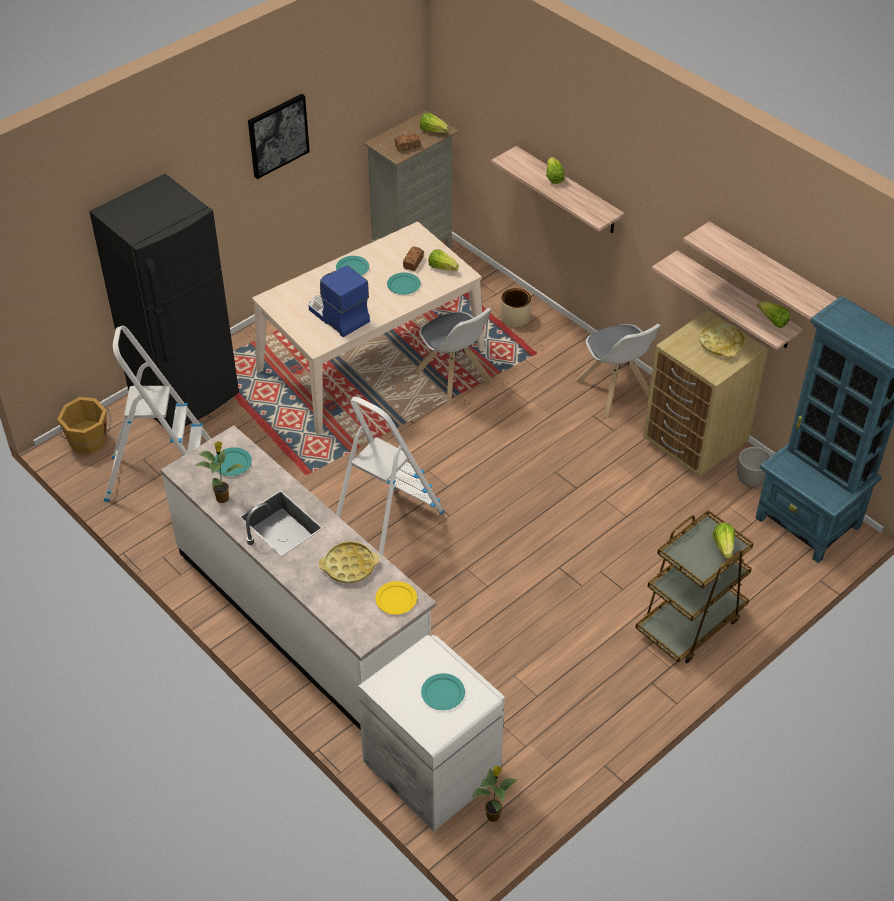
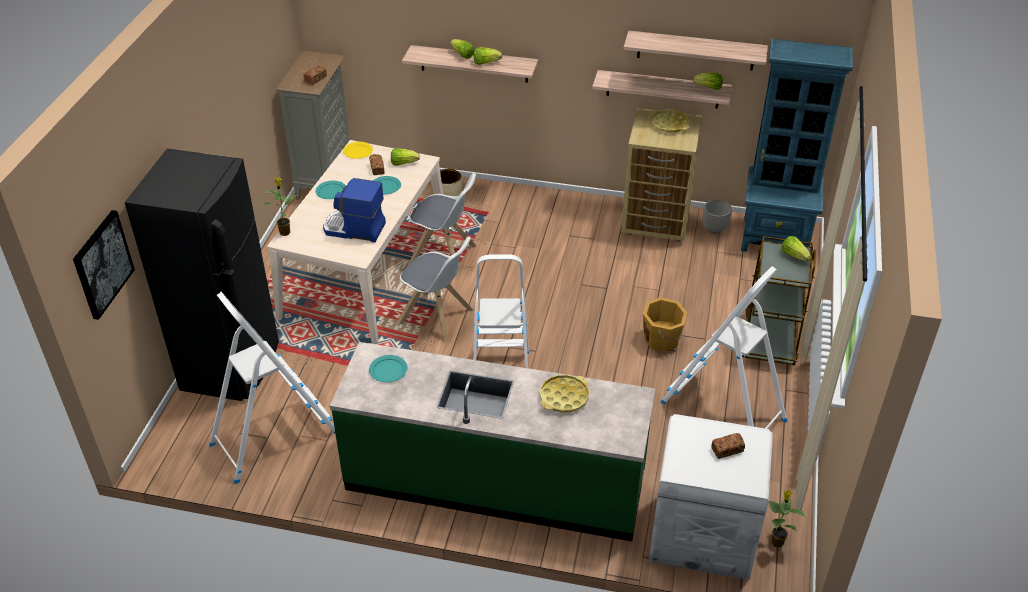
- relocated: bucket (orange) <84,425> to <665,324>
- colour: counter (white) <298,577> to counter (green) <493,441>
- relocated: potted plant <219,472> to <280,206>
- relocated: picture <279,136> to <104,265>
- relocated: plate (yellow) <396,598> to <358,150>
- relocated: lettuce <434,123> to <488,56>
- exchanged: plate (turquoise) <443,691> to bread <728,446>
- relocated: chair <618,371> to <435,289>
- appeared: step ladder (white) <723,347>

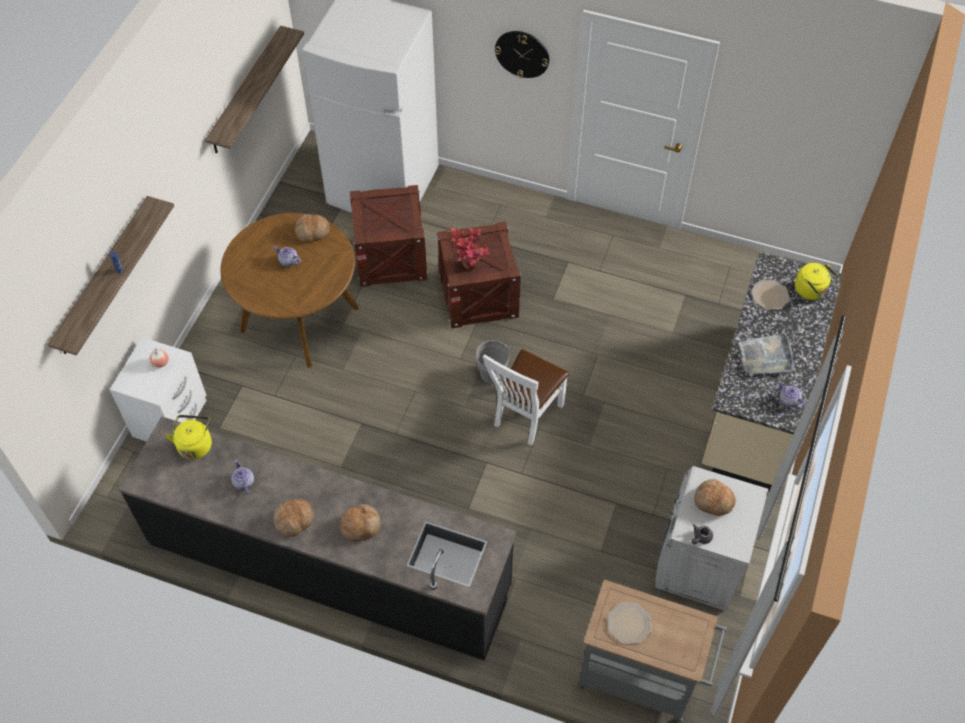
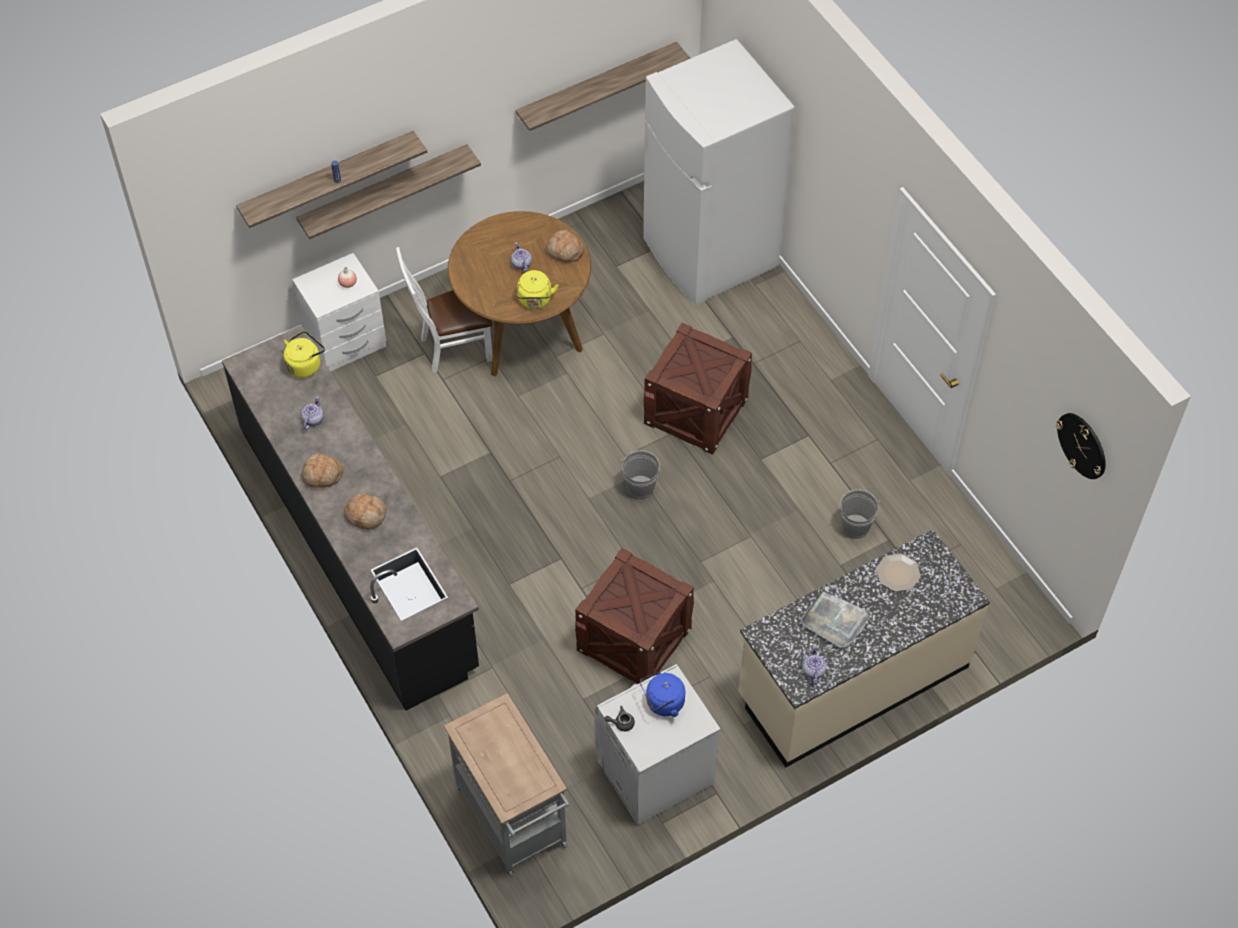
- relocated: crate <388,236> to <634,616>
- missing: potted plant <470,249>
- relocated: chair (white) <526,397> to <444,310>
- relocated: wall clock <522,54> to <1081,446>
- missing: plate <629,623>
- exchanged: bread <715,497> to kettle (blue) <662,694>
- relocated: kettle (yellow) <817,281> to <538,289>
- appeared: shelf <388,191>
- appeared: bucket (grey) <859,514>

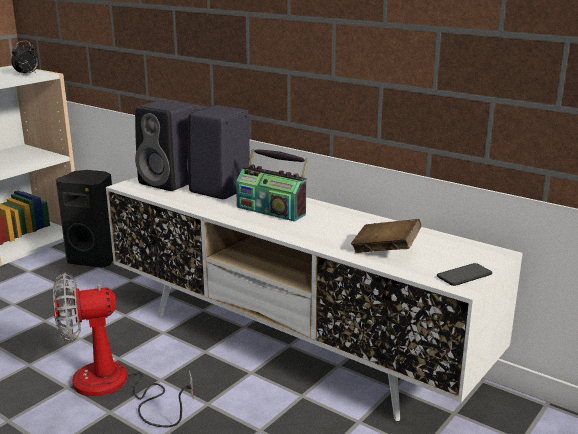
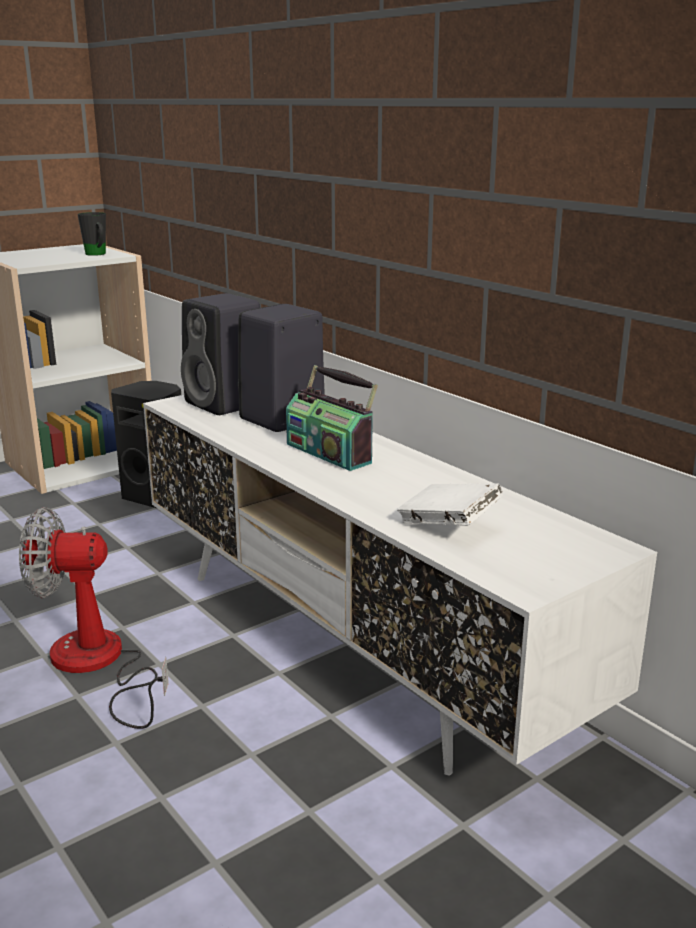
- exchanged: alarm clock <25,58> to mug (black) <91,234>
- colour: book (brown) <386,236> to book (white) <450,504>
- missing: phone <464,274>

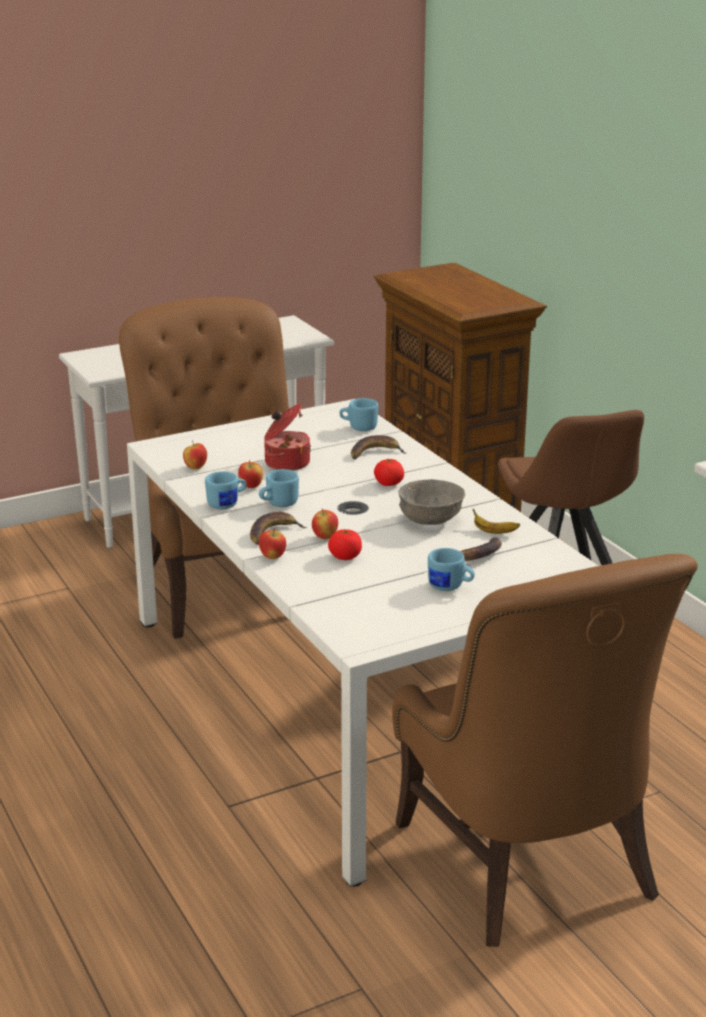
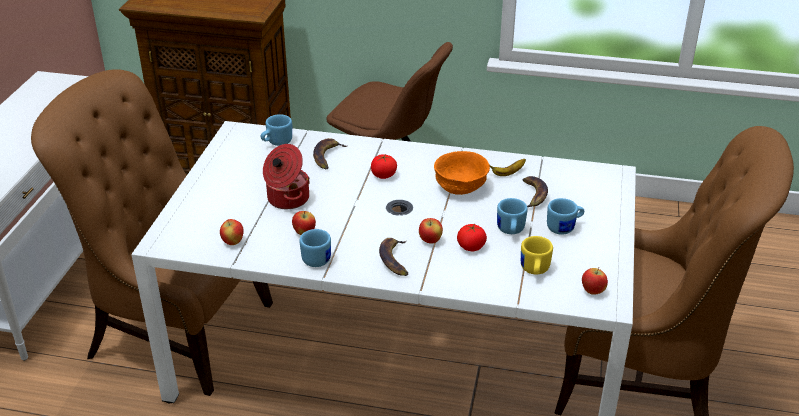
- relocated: mug (blue) <279,488> to <512,216>
- relocated: apple <272,543> to <595,281>
- colour: bowl (grey) <432,502> to bowl (orange) <462,173>
- appeared: mug (yellow) <537,255>

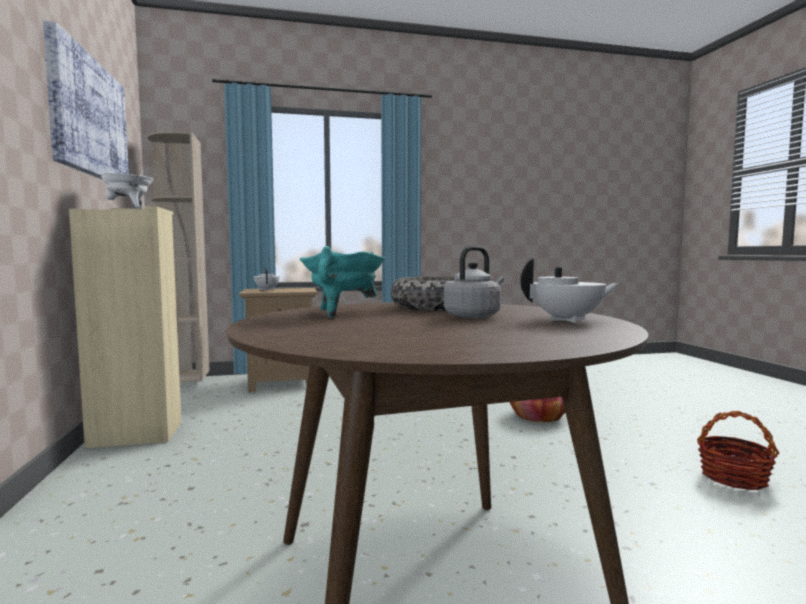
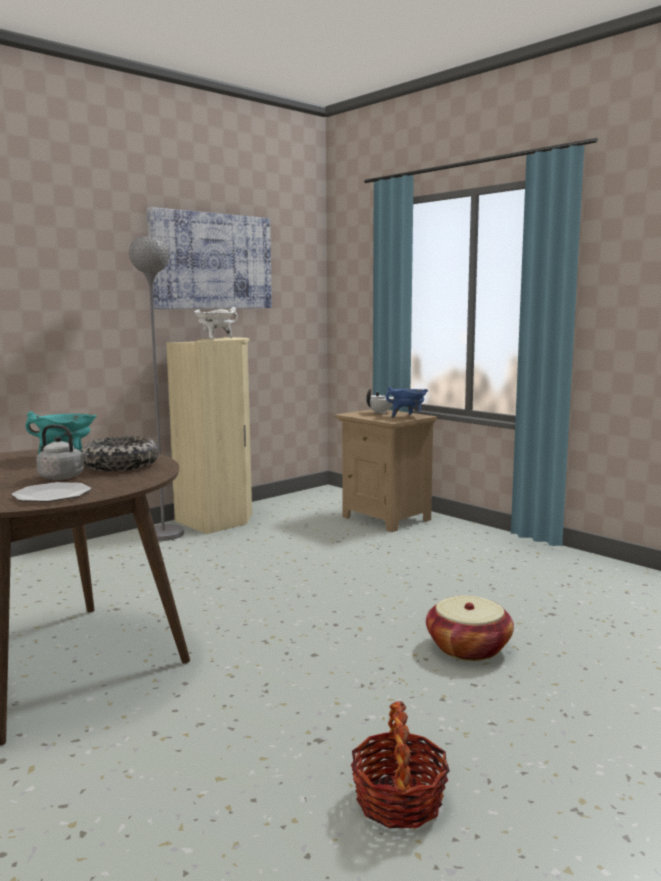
- missing: bookcase (beige) <179,259>
- exchanged: teapot (white) <570,290> to plate <51,492>
- appeared: floor lamp (grey) <156,388>
- appeared: cooking pot (blue) <407,402>

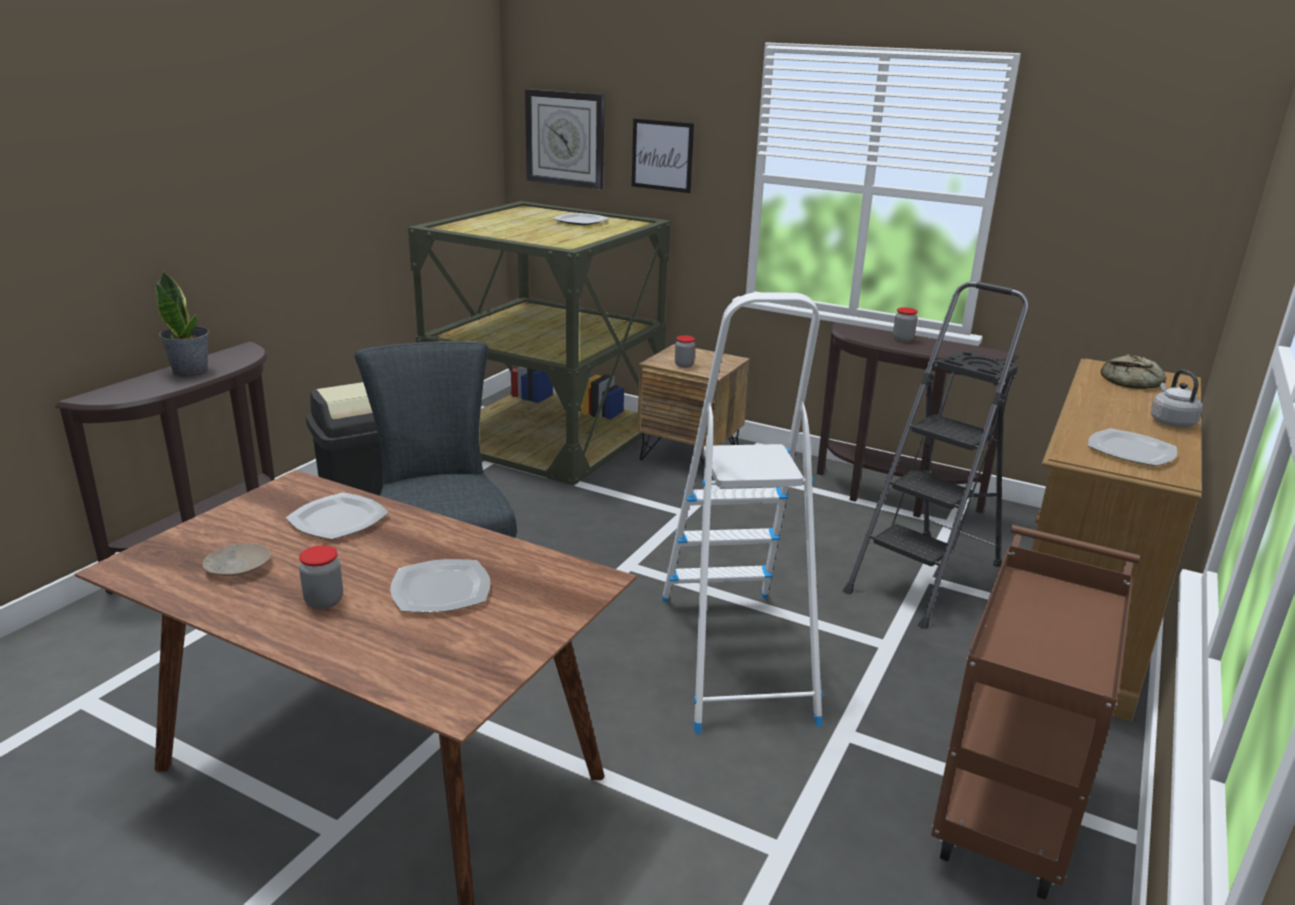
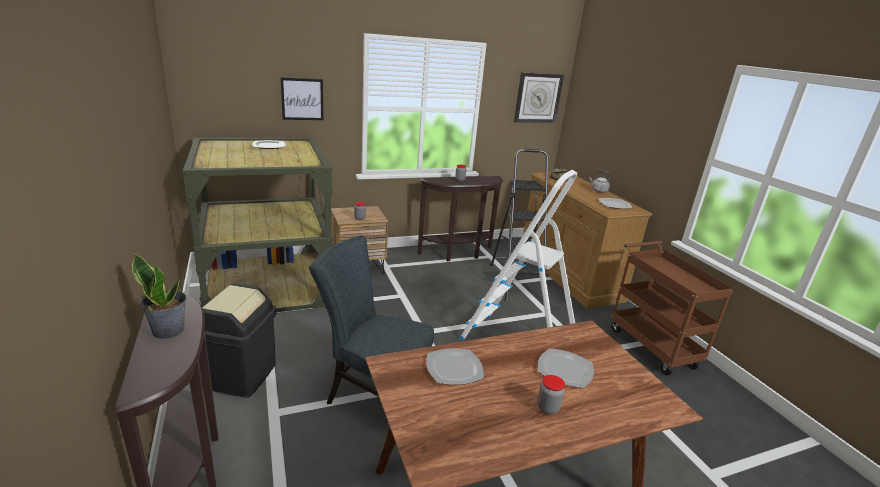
- missing: plate (beige) <236,559>
- relocated: wall clock <565,139> to <539,97>

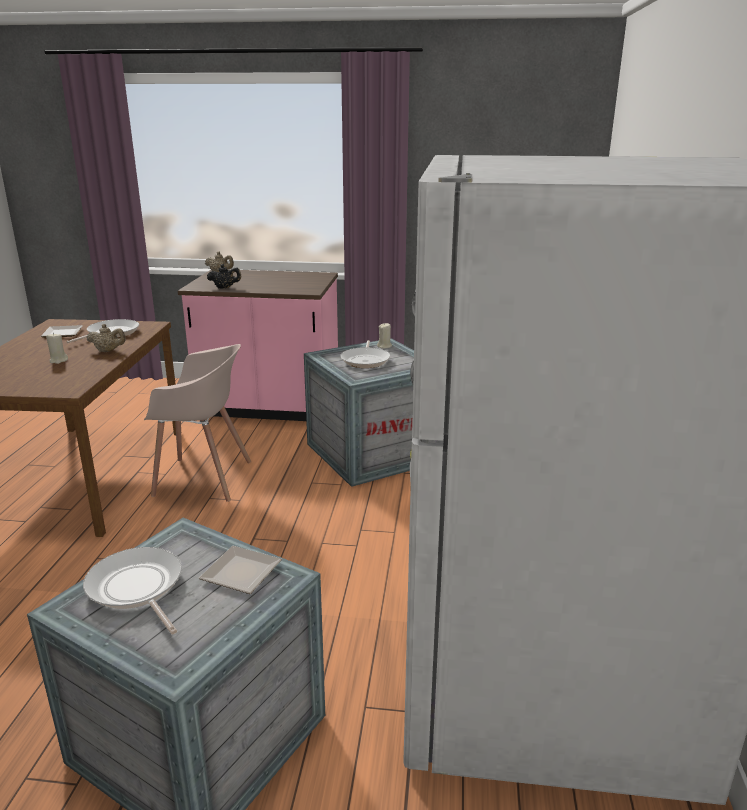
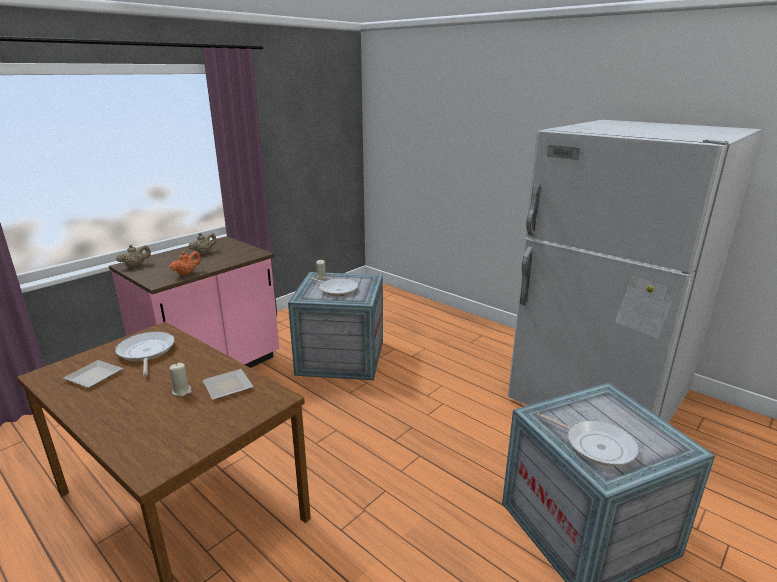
- spun: frying pan <132,591> = <588,439> 135 degrees counterclockwise
- relocated: teapot (beige) <106,338> to <202,243>
- missing: chair (beige) <197,423>
- relocated: plate <240,570> to <228,384>
- colour: teapot (black) <224,276> to teapot (orange) <185,263>

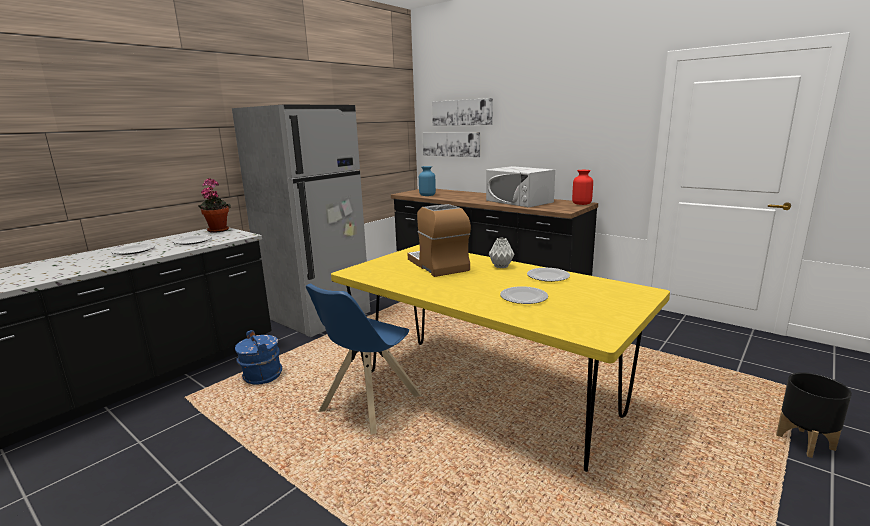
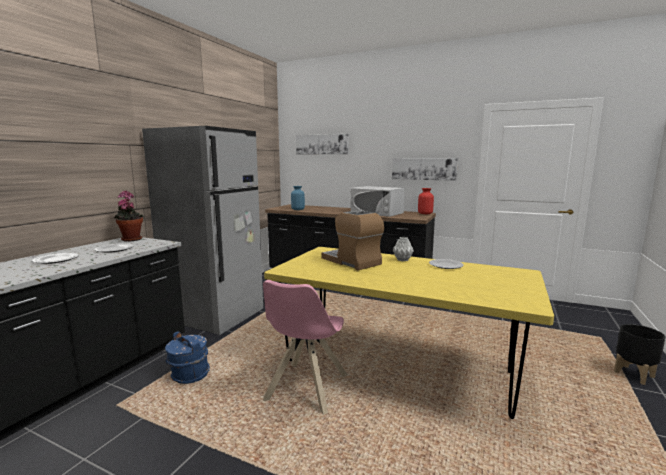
- colour: chair (blue) <363,359> to chair (pink) <305,347>
- relocated: picture <451,144> to <425,169>
- missing: plate <524,295>

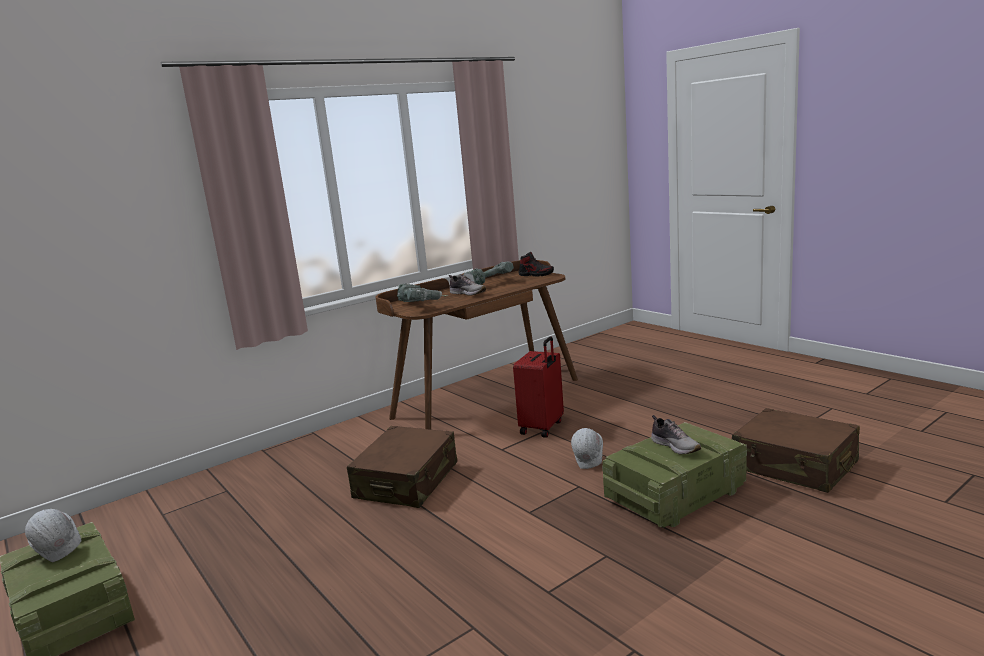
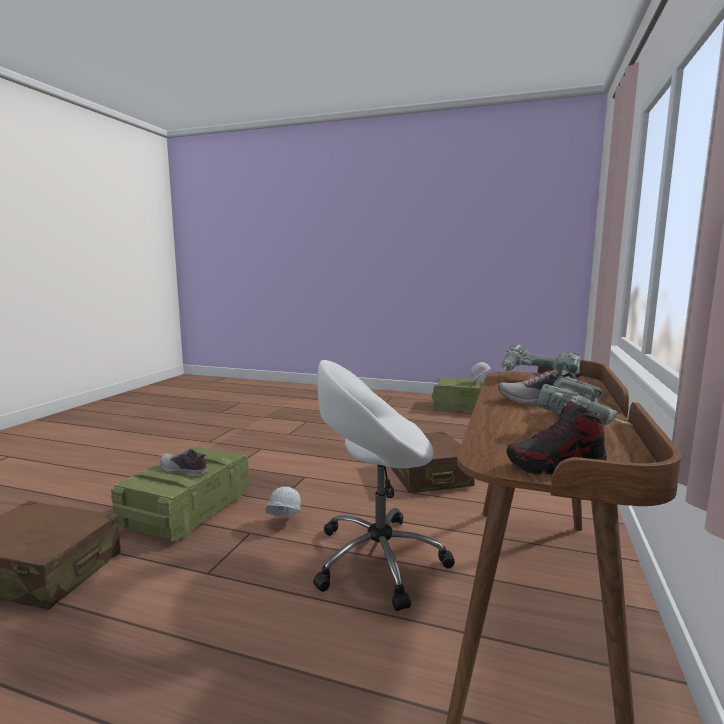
- exchanged: suitcase (red) <538,387> to office chair (white) <384,485>

